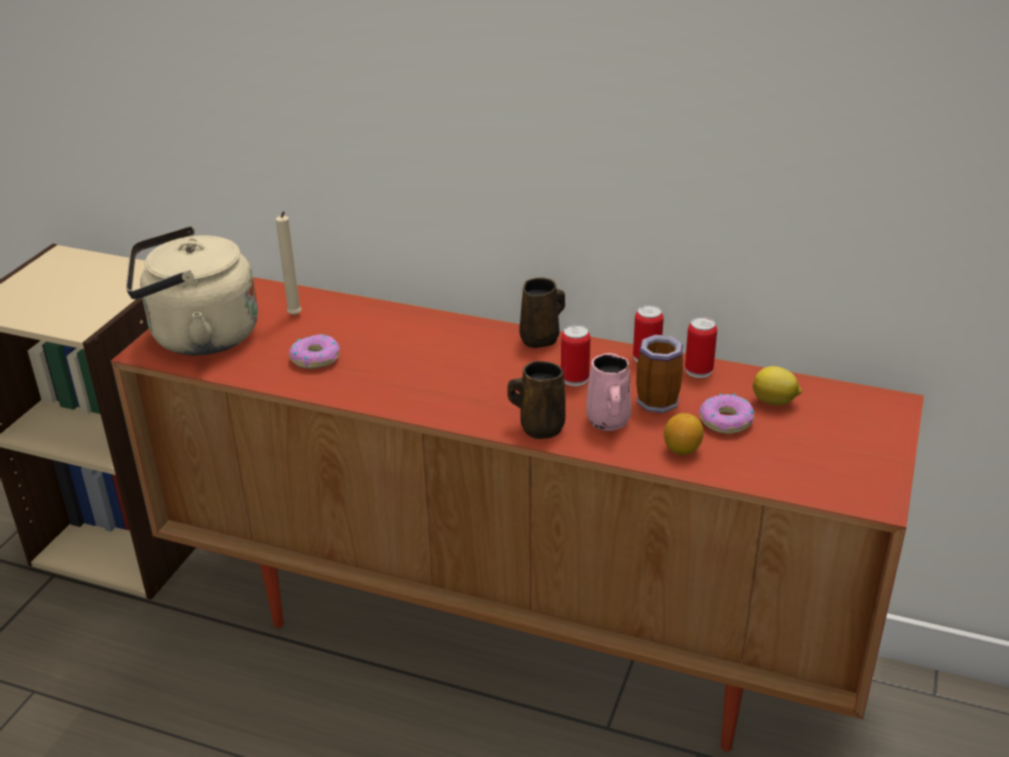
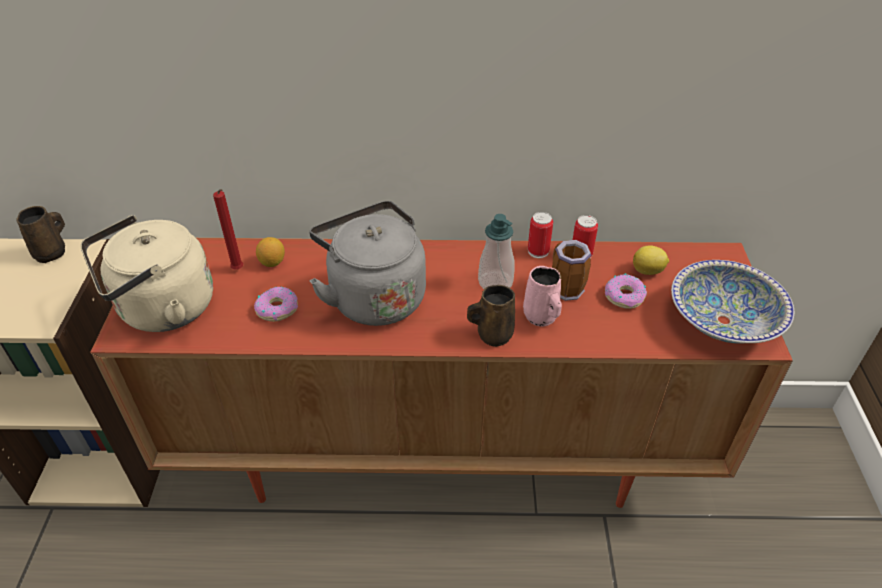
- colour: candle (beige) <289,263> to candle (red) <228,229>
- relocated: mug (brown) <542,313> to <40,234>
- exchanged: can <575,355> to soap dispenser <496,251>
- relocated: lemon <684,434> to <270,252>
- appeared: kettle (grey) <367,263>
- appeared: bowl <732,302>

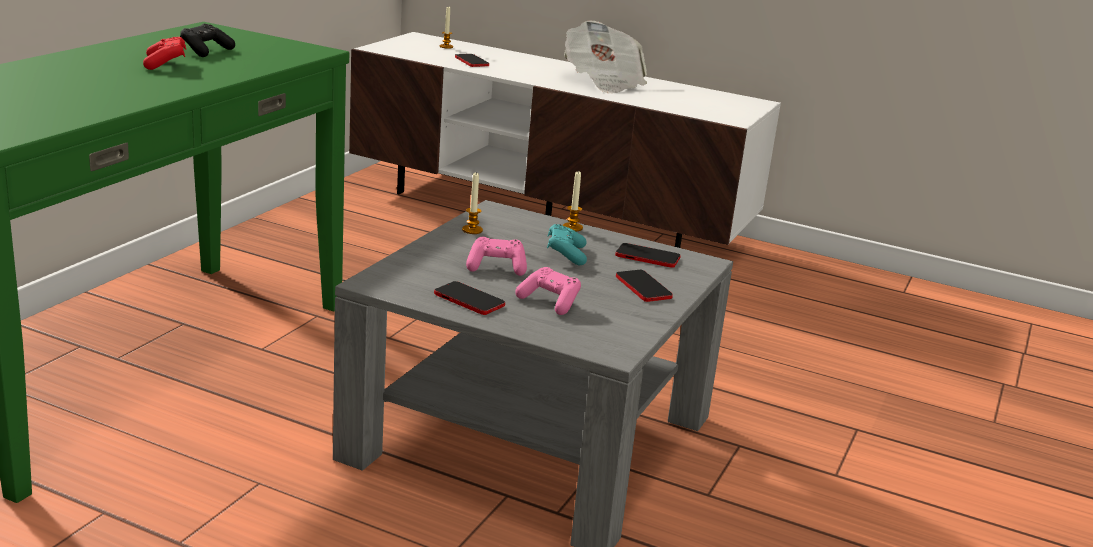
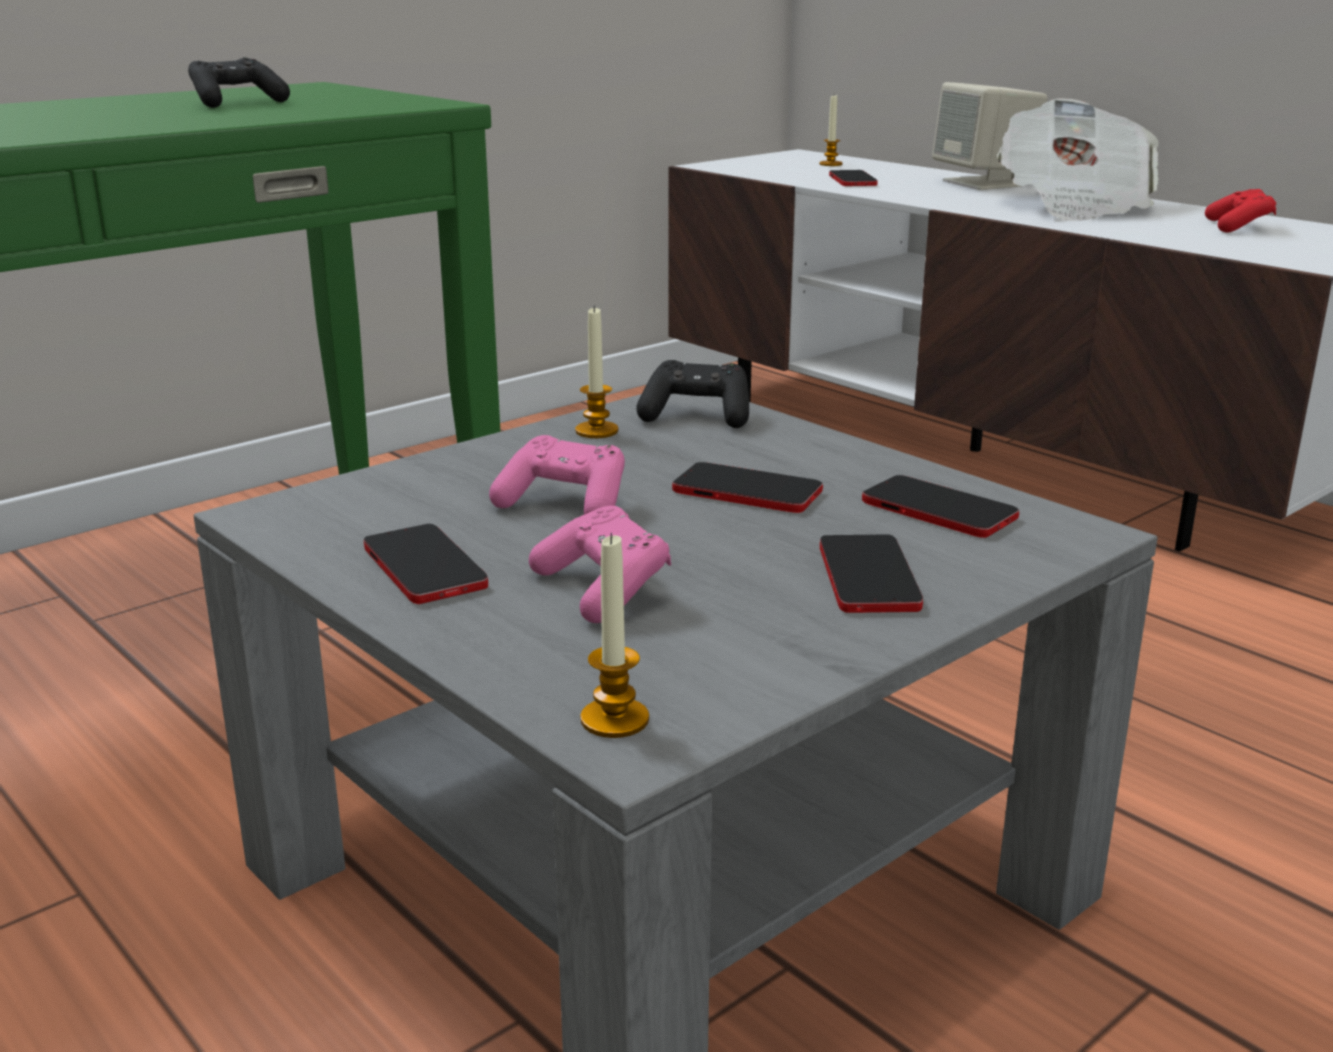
- relocated: game controller (red) <164,53> to <1240,211>
- exchanged: game controller (turquoise) <567,244> to phone <747,487>
- relocated: candle <573,200> to <615,635>
- appeared: game controller (black) <693,394>
- appeared: speaker (beige) <990,136>

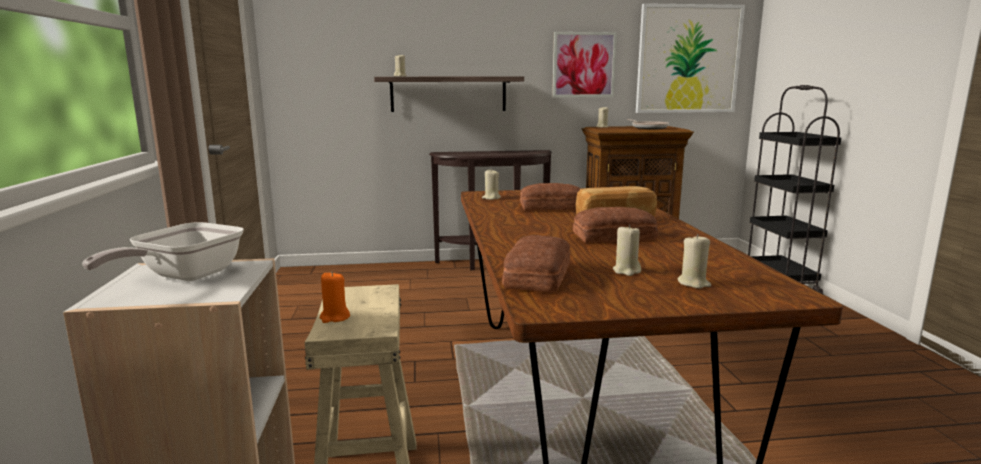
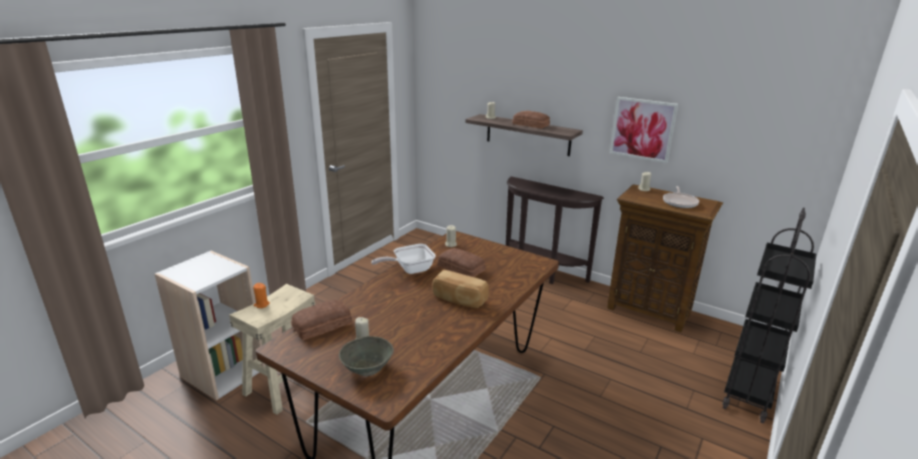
- relocated: frying pan <163,251> to <403,259>
- relocated: bread <615,225> to <531,119>
- missing: picture <690,58>
- exchanged: candle (beige) <694,261> to bowl (grey) <366,356>

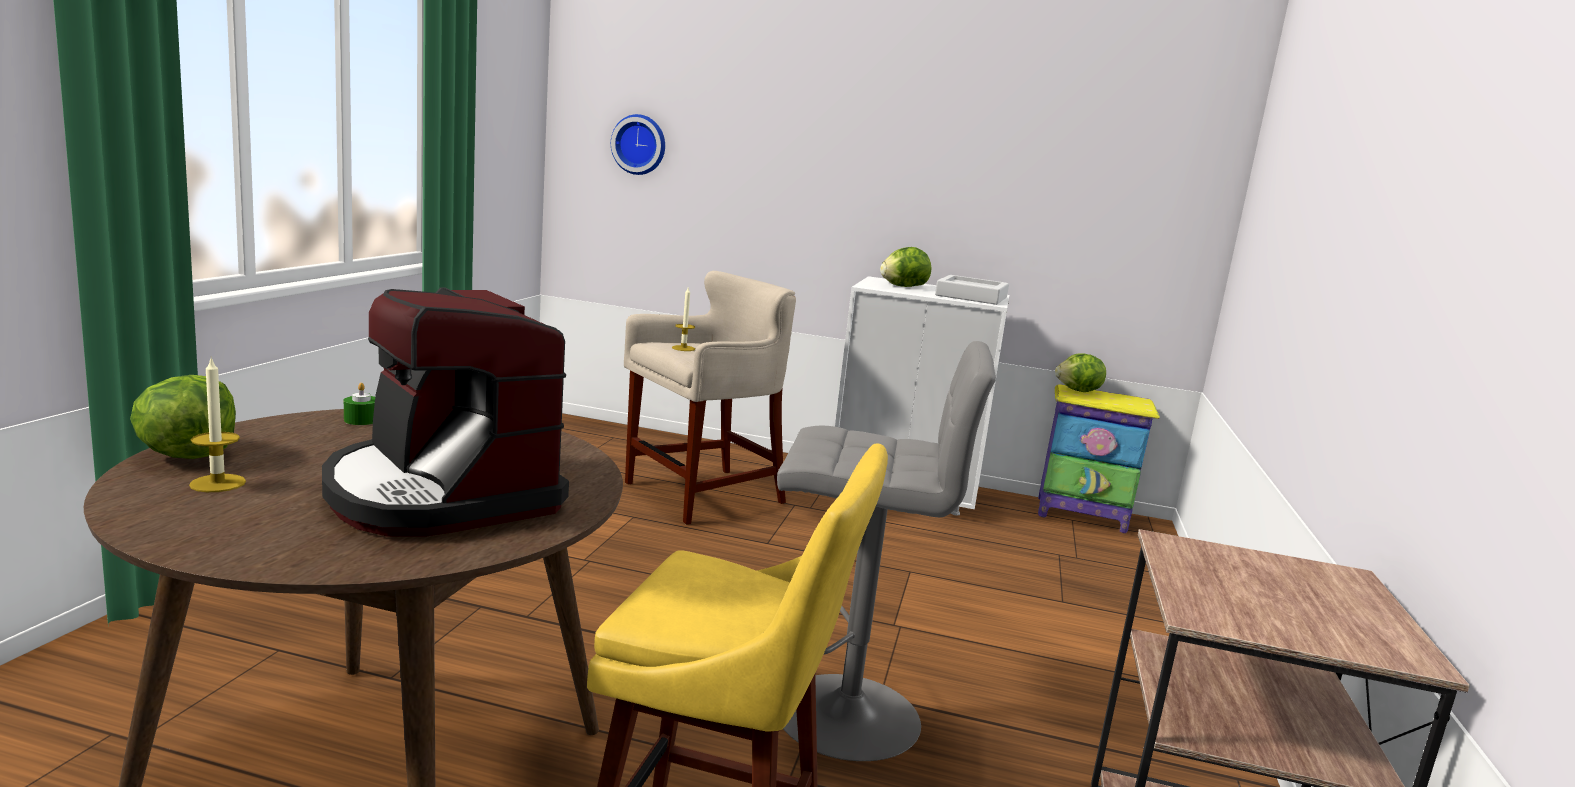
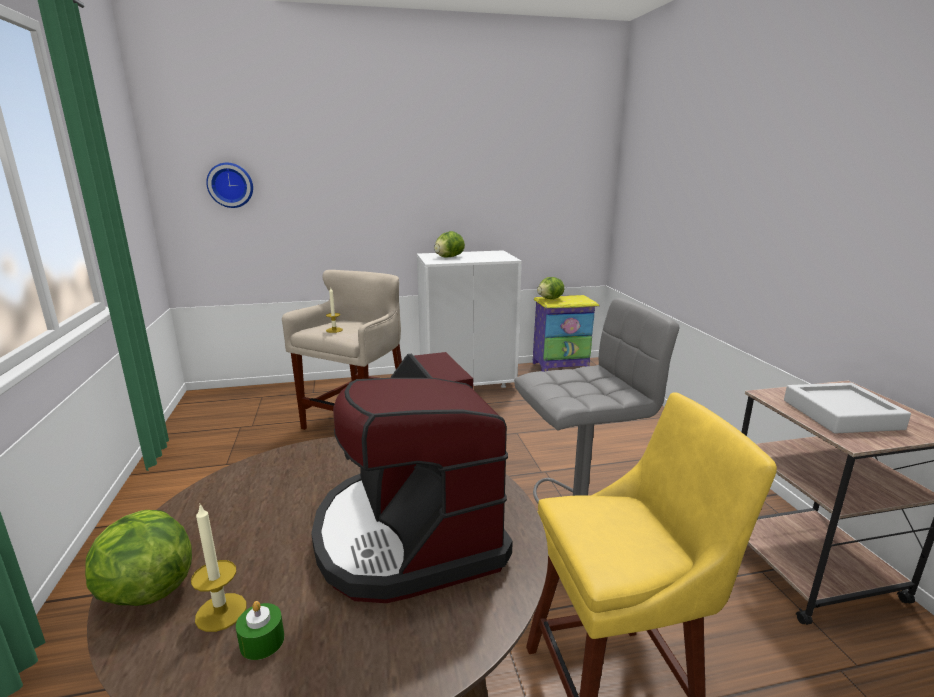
- spun: coffee machine <445,412> = <412,477> 45 degrees clockwise
- relocated: candle (green) <359,404> to <260,630>
- relocated: tray (grey) <972,290> to <847,408>

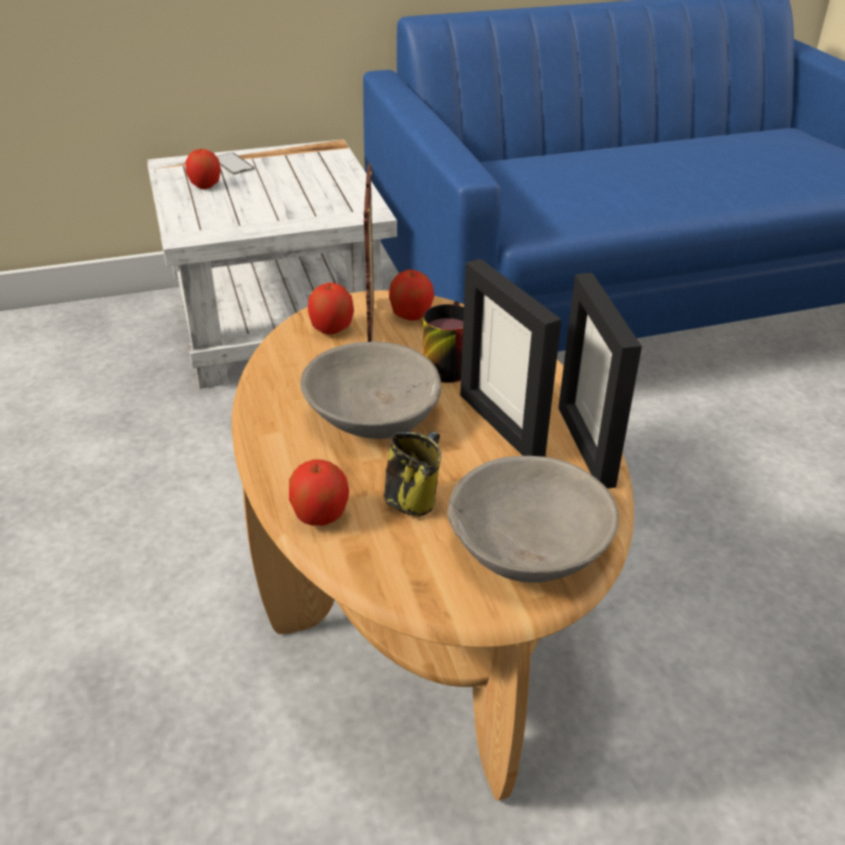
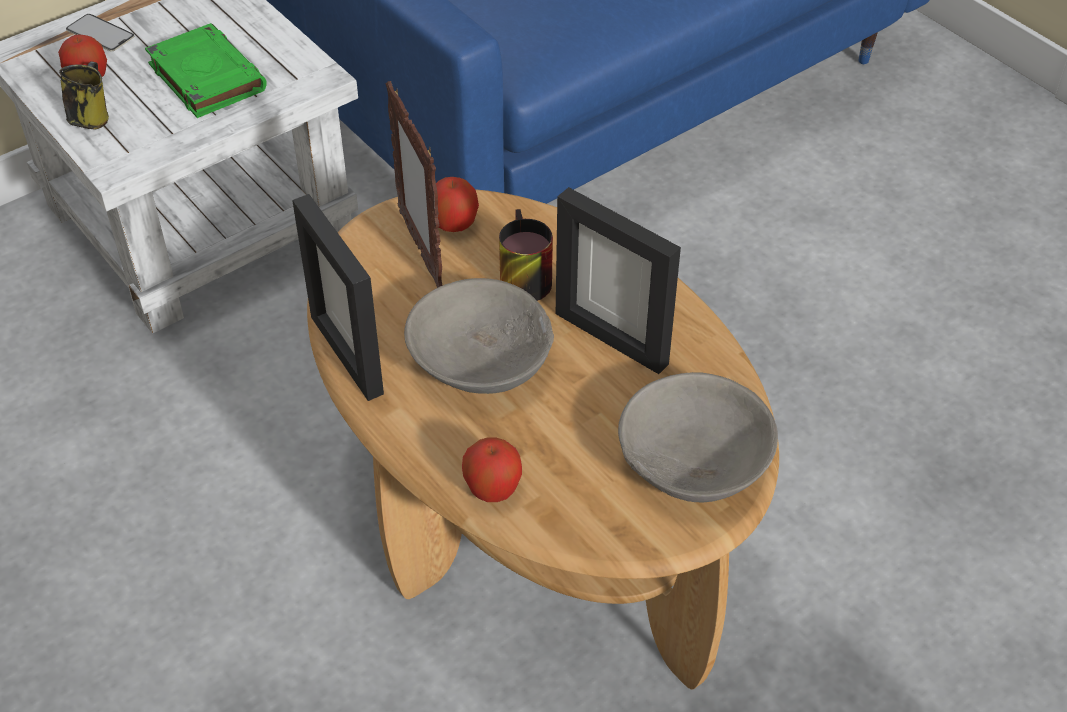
- missing: apple <331,308>
- relocated: mug <412,474> to <84,95>
- relocated: picture frame <600,381> to <338,297>
- appeared: book (green) <206,70>

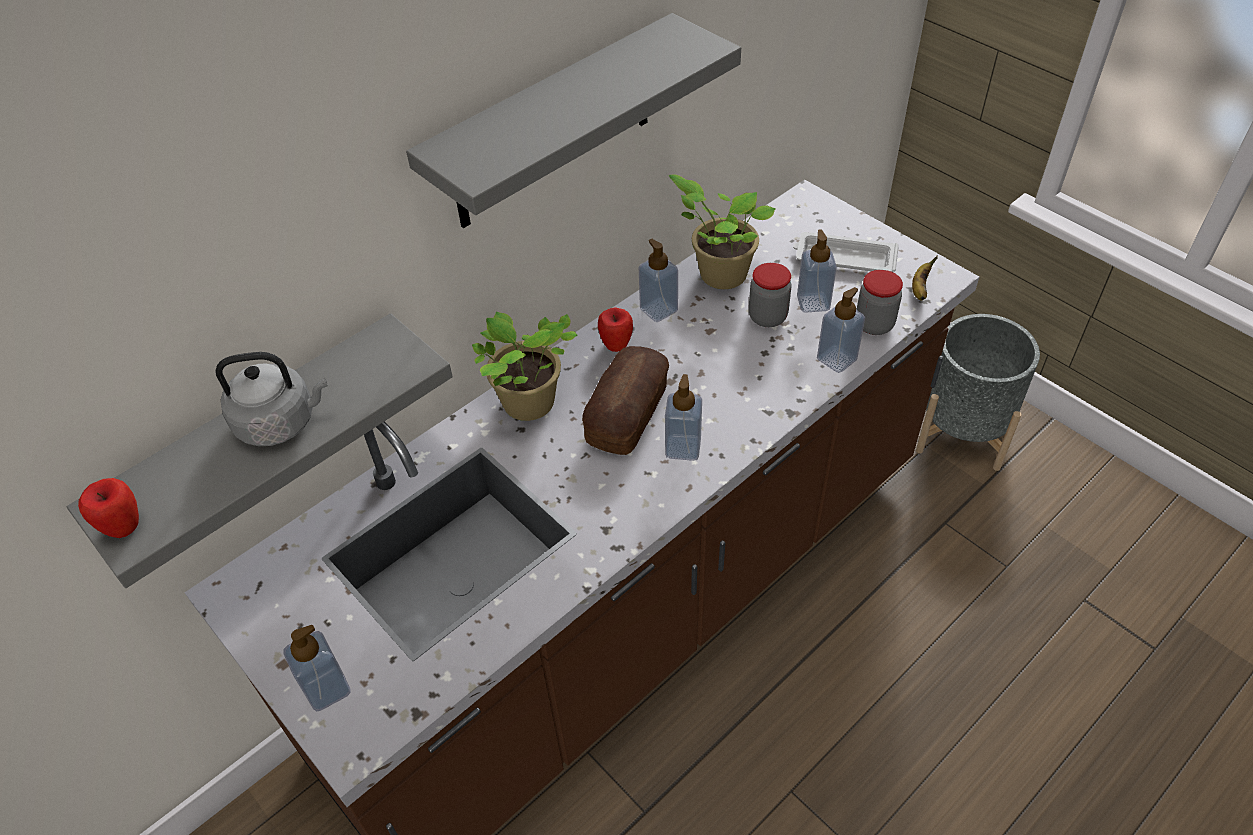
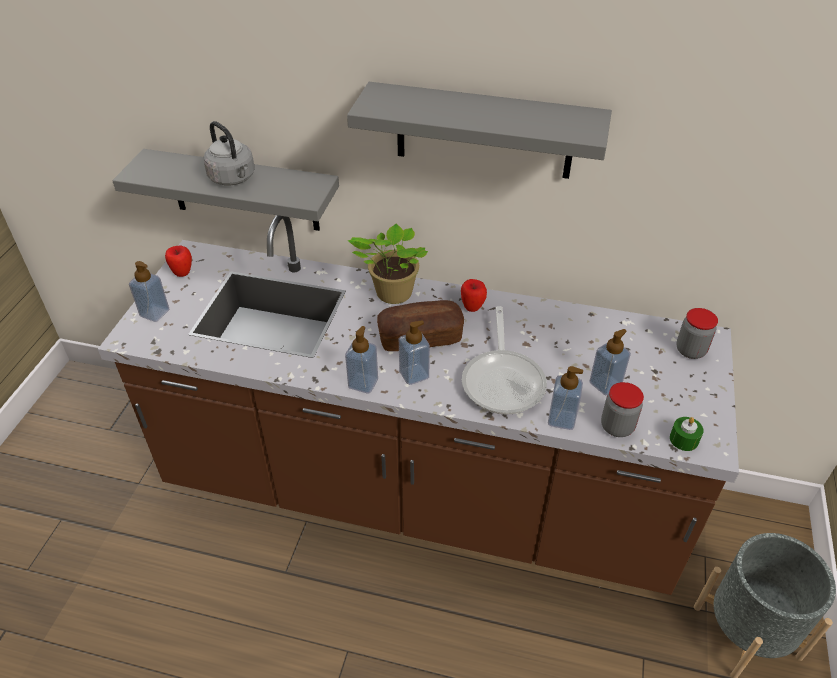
- relocated: apple <108,508> to <178,261>
- relocated: soap dispenser <658,280> to <361,359>
- missing: potted plant <722,232>
- relocated: jar <770,295> to <697,333>
- missing: tray (white) <846,252>
- exchanged: banana <925,278> to candle (green) <687,434>
- appeared: frying pan <504,360>

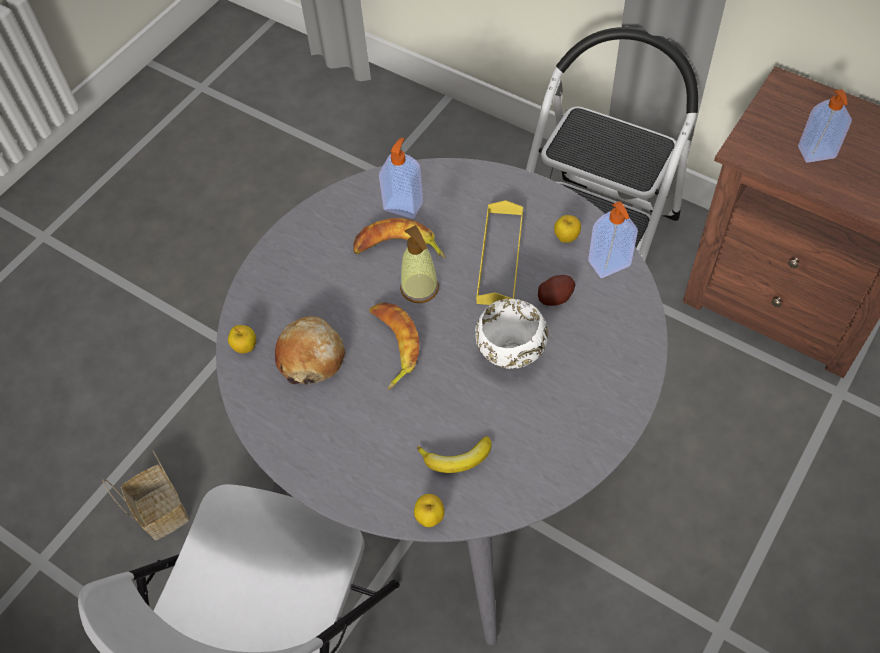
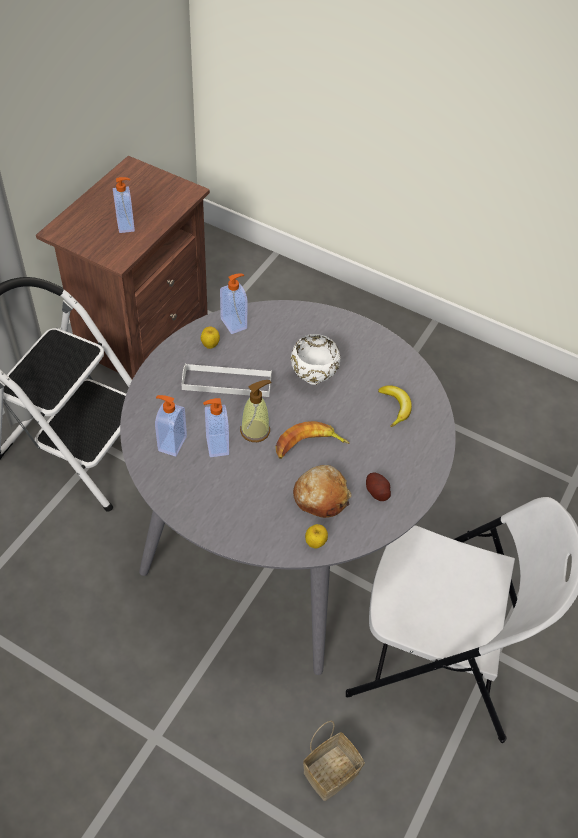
- exchanged: banana <399,238> to soap dispenser <216,427>
- missing: apple <429,510>
- colour: tray (yellow) <499,252> to tray (white) <226,380>
- relocated: potato <557,290> to <378,486>

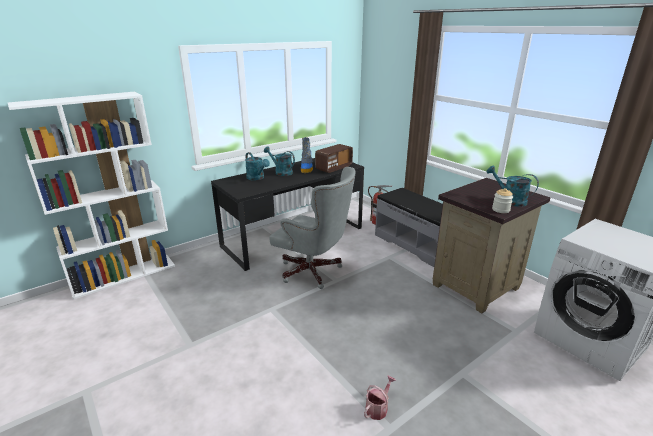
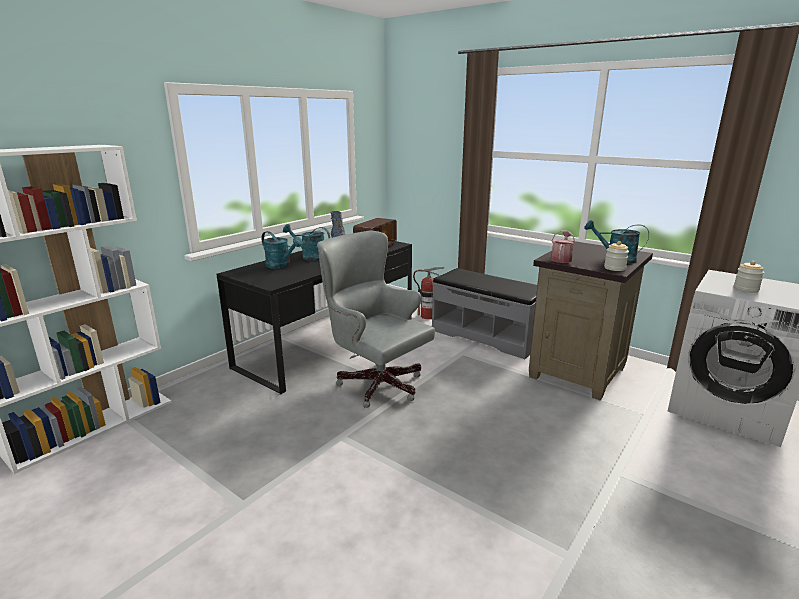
- spun: office chair (grey) <312,228> = <376,319> 150 degrees counterclockwise
- relocated: watering can <380,397> to <563,246>
- appeared: jar <749,277>

